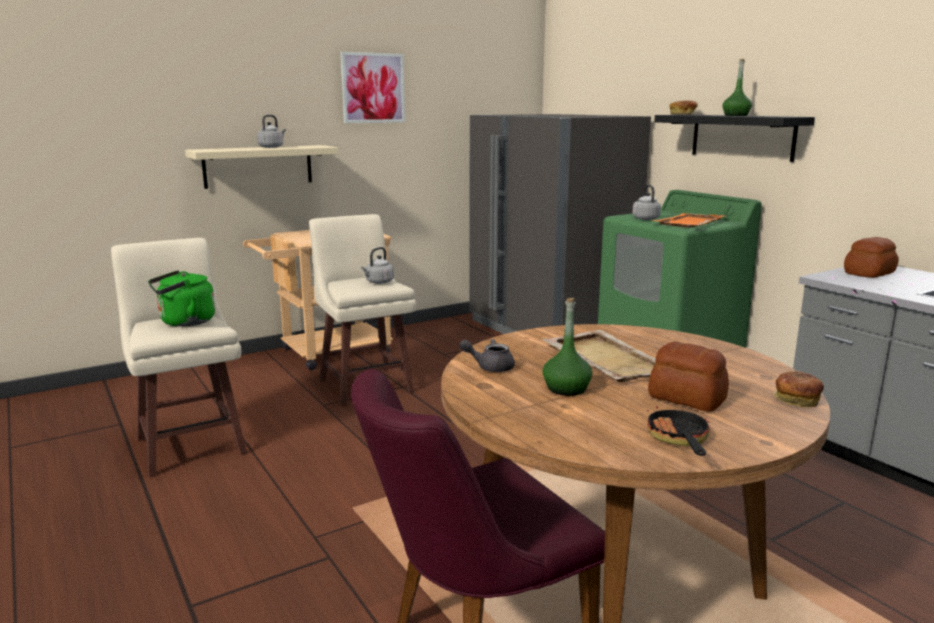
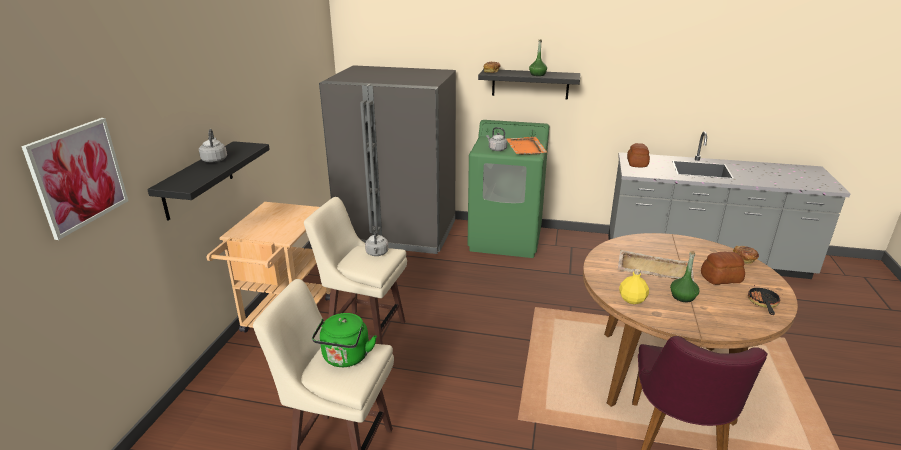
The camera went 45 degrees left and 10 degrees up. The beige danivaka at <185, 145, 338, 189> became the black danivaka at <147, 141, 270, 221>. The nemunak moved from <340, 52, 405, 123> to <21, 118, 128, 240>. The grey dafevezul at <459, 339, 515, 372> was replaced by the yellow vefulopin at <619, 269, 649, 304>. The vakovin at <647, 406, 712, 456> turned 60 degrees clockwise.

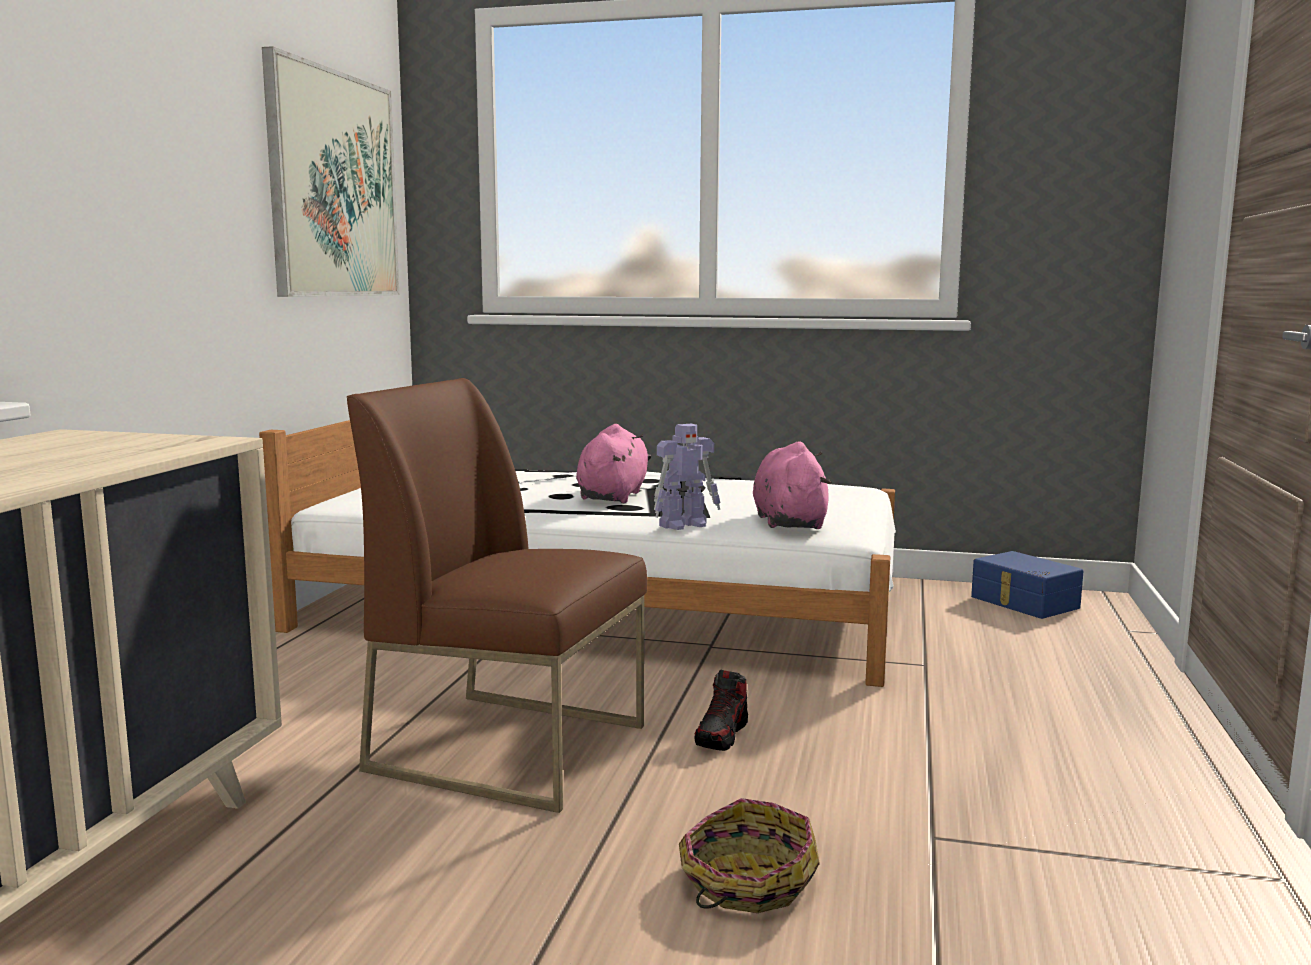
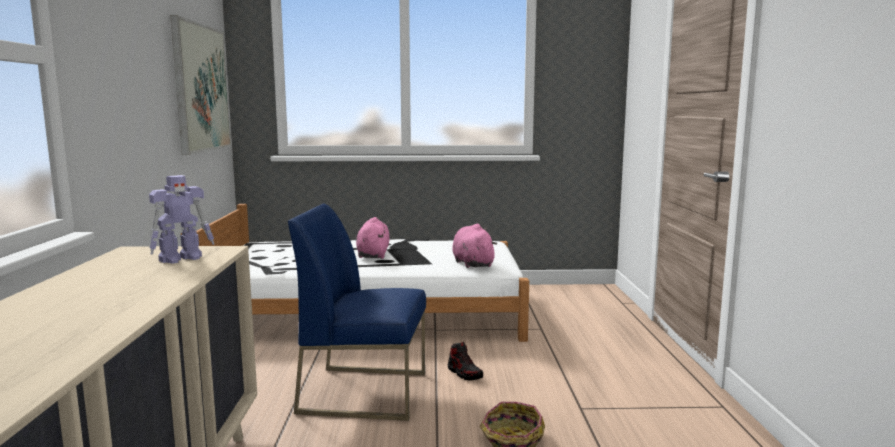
The camera went 15 degrees left and 0 degrees up. The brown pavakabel at <347, 378, 647, 813> became the blue pavakabel at <288, 203, 426, 421>. The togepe moved from <654, 424, 721, 530> to <149, 175, 214, 264>. The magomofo at <694, 670, 748, 751> turned 45 degrees counterclockwise. The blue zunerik at <971, 551, 1083, 619> disappeared.

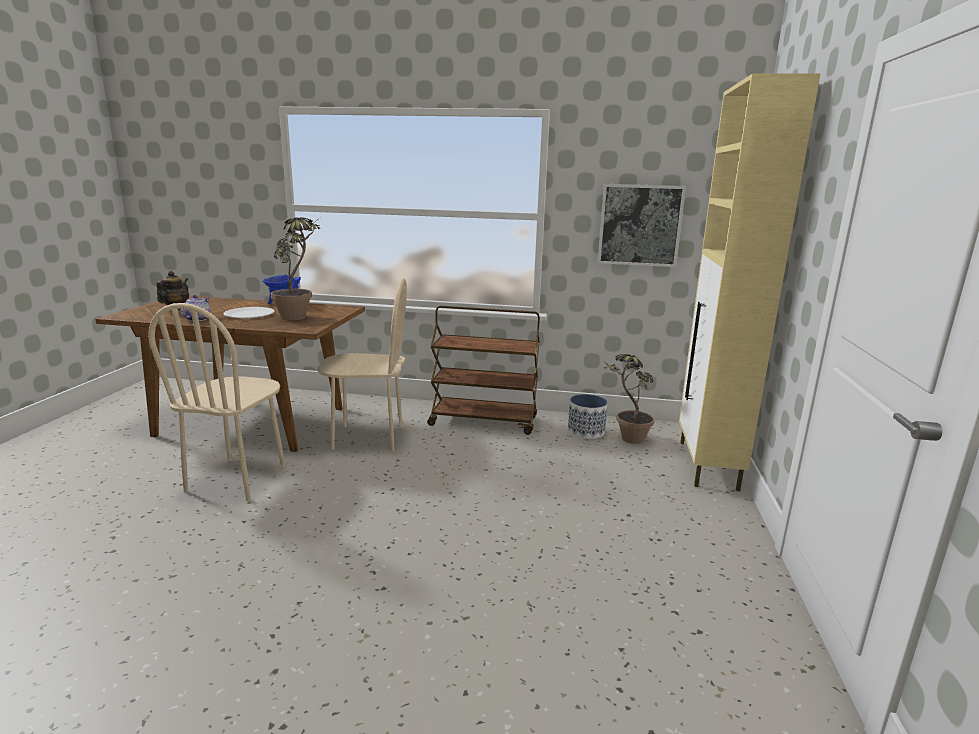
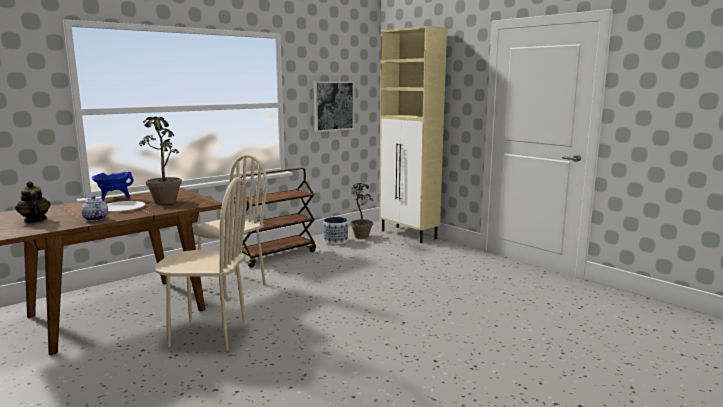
The camera went 50 degrees left and 5 degrees down. The beige pavakabel at <148, 303, 285, 501> turned 45 degrees counterclockwise.

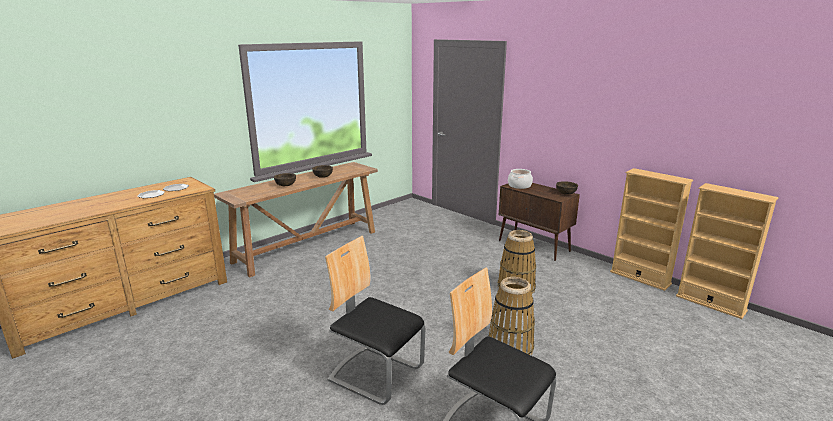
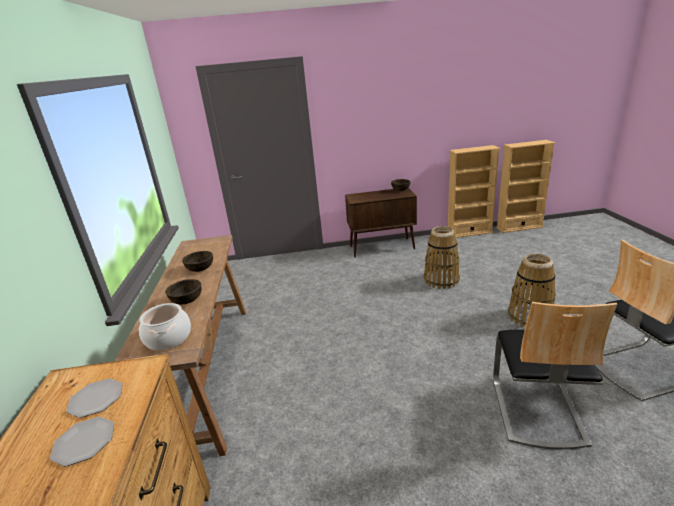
The camera went 50 degrees left and 5 degrees up. The pavakabel at <325, 236, 425, 405> turned 60 degrees counterclockwise. The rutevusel moved from <508, 169, 533, 189> to <139, 303, 191, 351>.

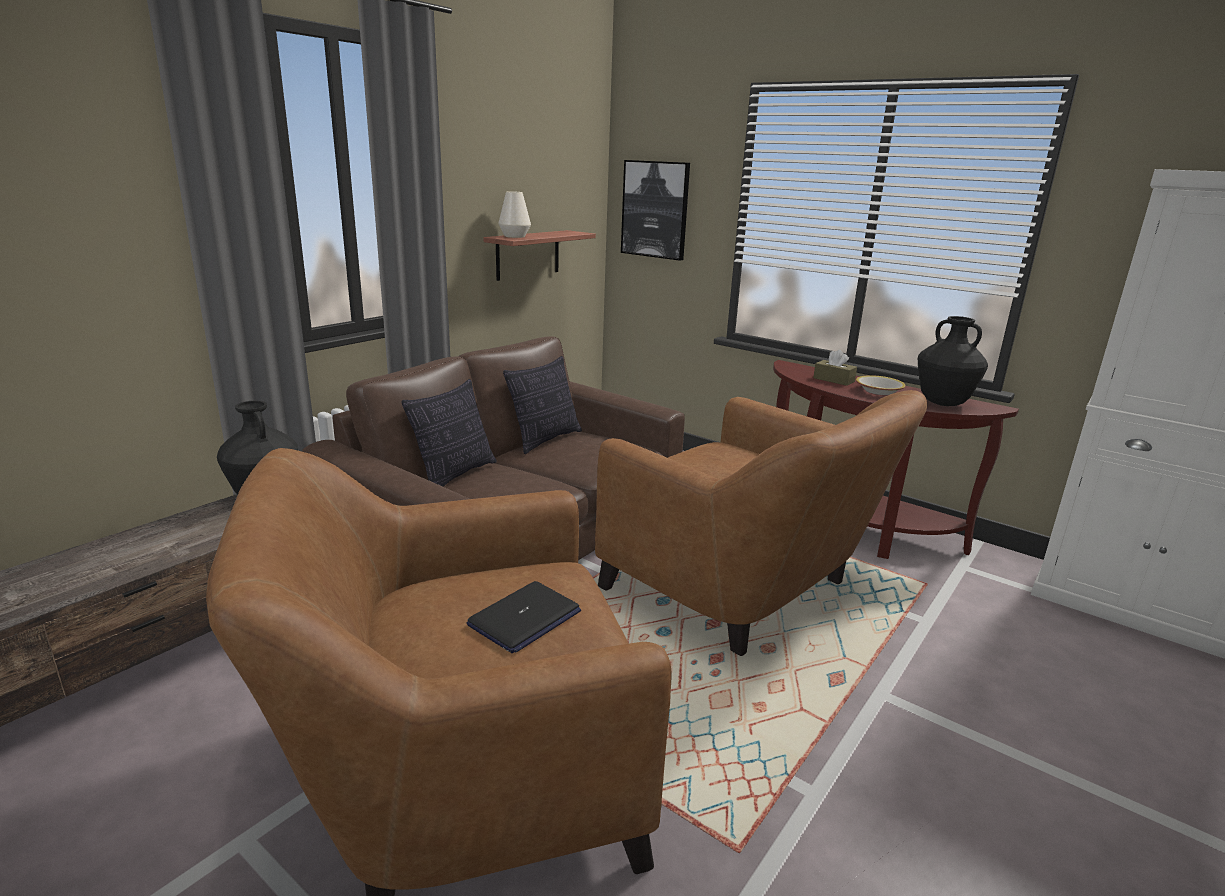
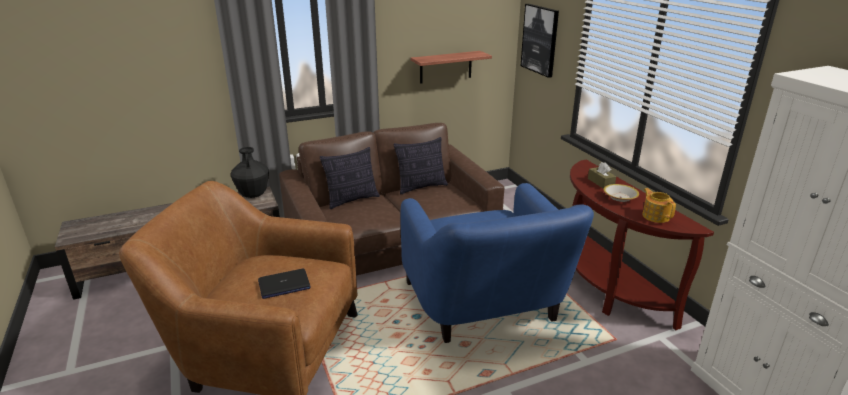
The camera went 30 degrees right and 5 degrees up. The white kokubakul at <498, 191, 531, 238> disappeared. The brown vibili at <595, 390, 927, 656> became the blue vibili at <400, 183, 594, 343>. The black kokubakul at <918, 316, 988, 406> was replaced by the dafevezul at <642, 188, 676, 223>.

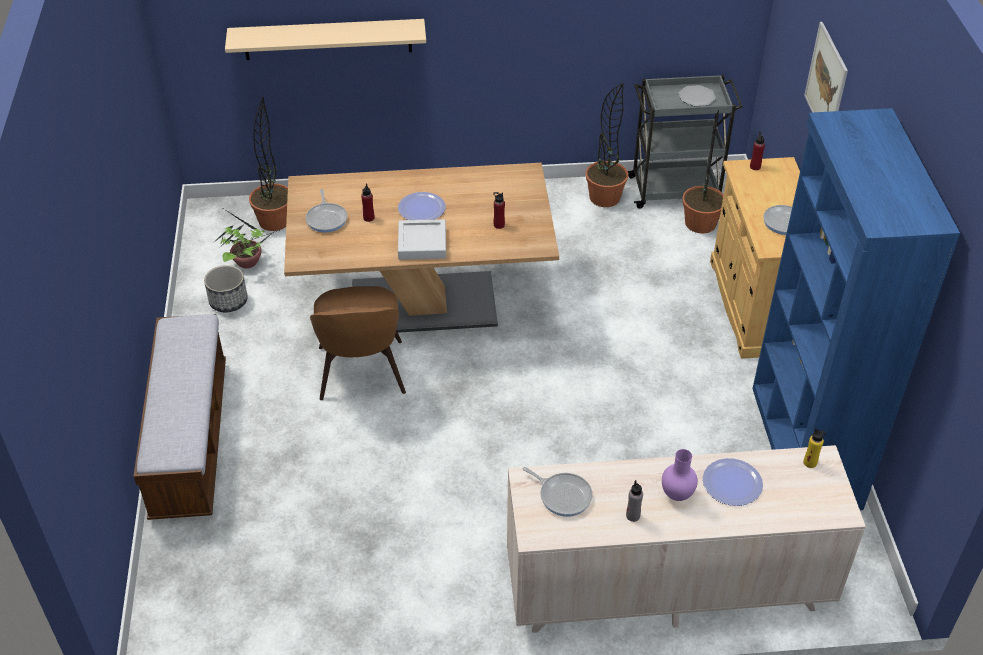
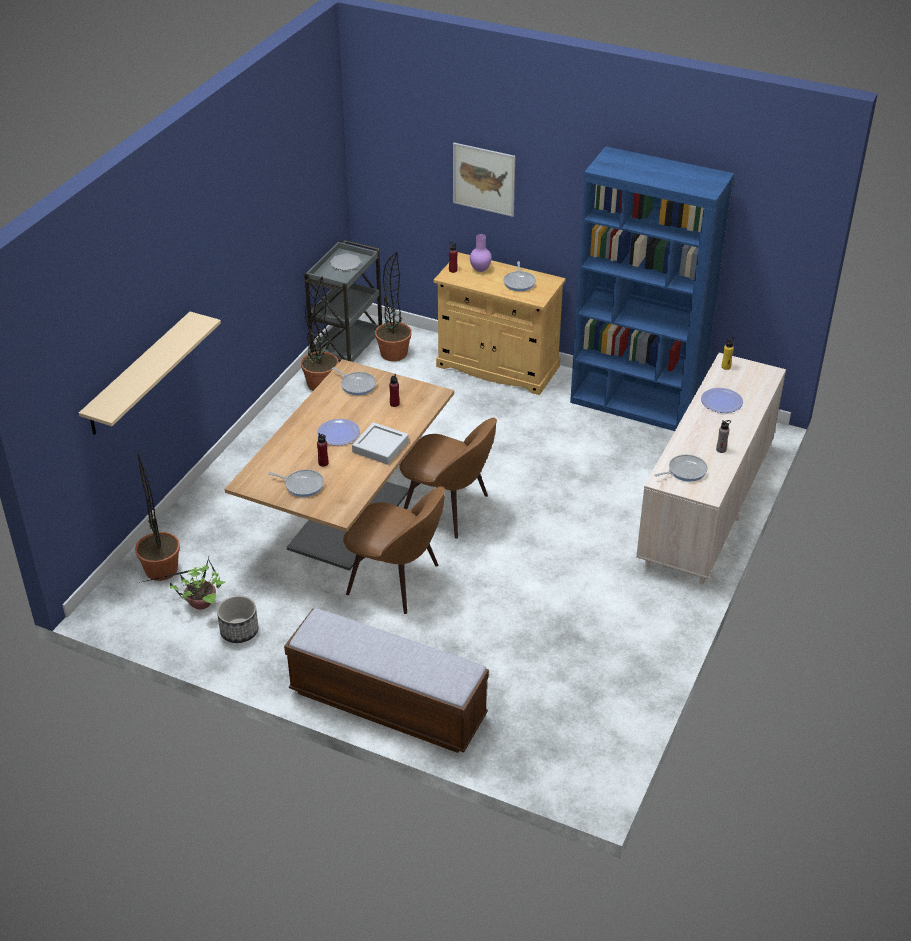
The camera went 60 degrees left and 5 degrees down. The purple kokubakul moved from <662, 449, 698, 501> to <470, 234, 492, 272>. The vakovin at <332, 367, 376, 395> appeared. The brown pavakabel at <399, 418, 497, 539> appeared.

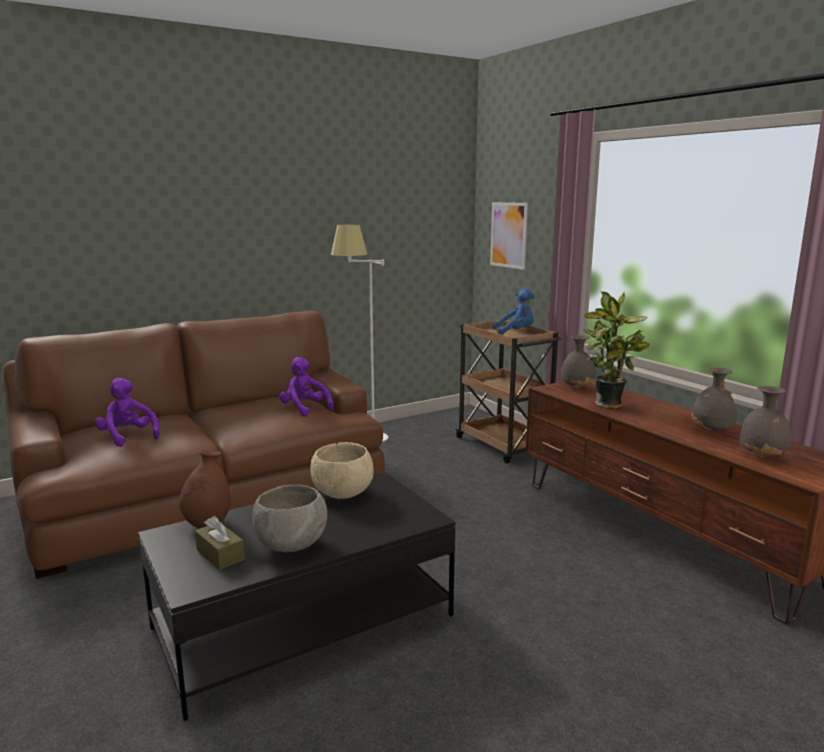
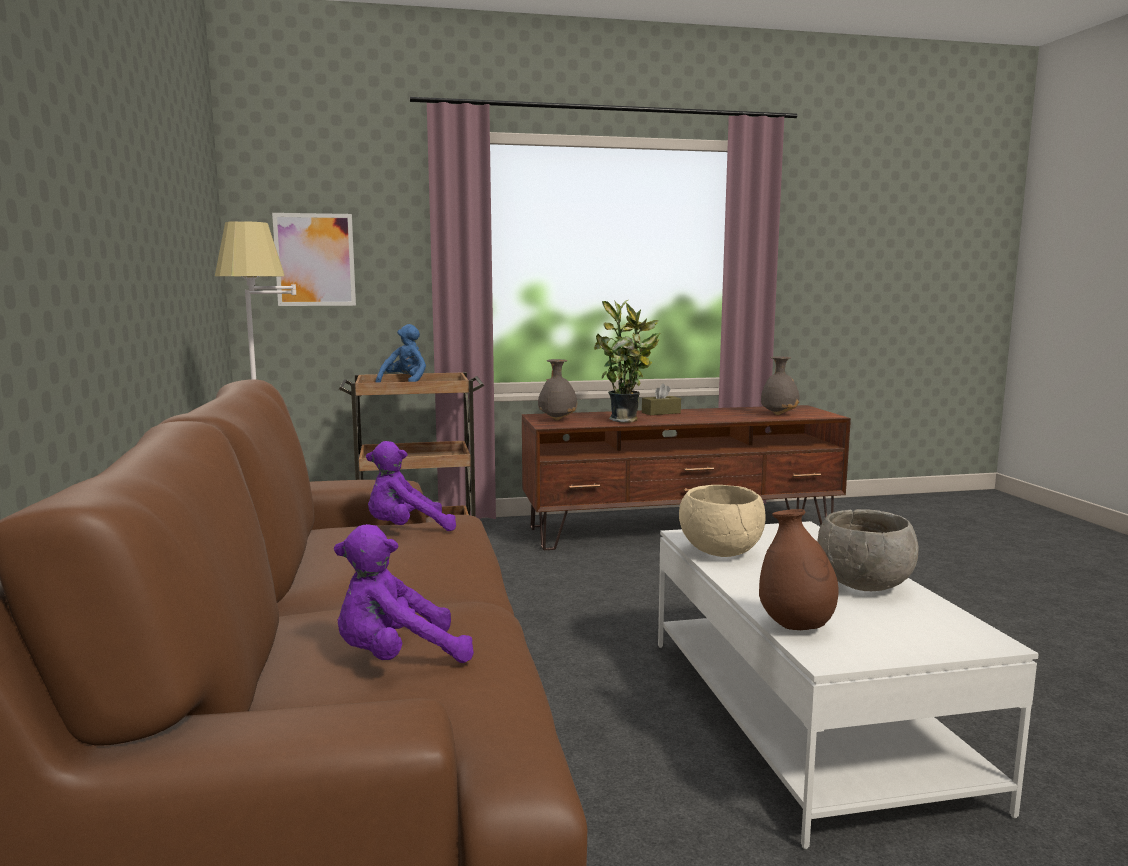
The camera went 70 degrees left and 5 degrees down. The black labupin at <138, 472, 456, 721> became the white labupin at <658, 521, 1039, 849>. The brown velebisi moved from <195, 516, 245, 570> to <642, 383, 681, 415>. The grey kokubakul at <691, 367, 737, 432> disappeared.

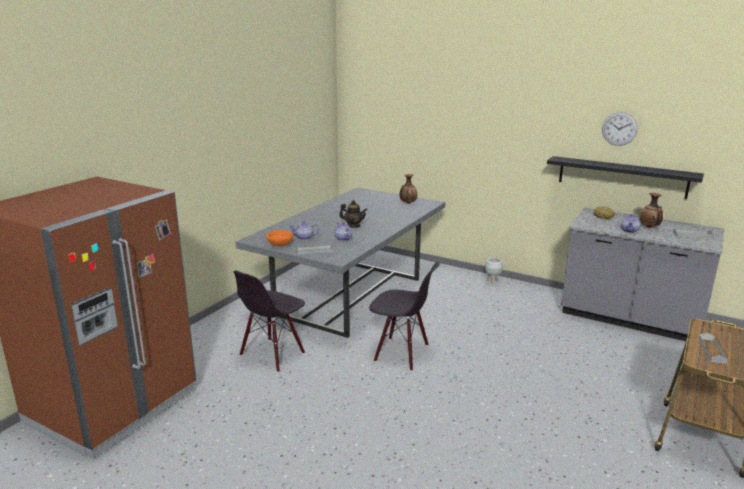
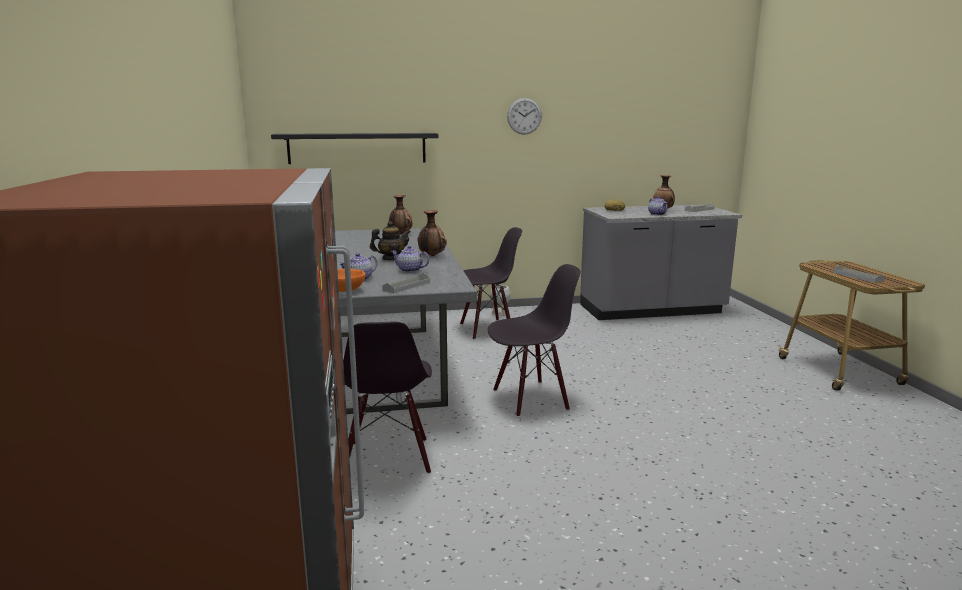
The camera went 40 degrees left and 5 degrees down. The black danivaka moved from <547, 156, 704, 199> to <271, 133, 438, 164>. The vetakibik moved from <602, 112, 638, 146> to <507, 98, 542, 135>. The kokubakul at <417, 210, 447, 256> appeared. The black pavakabel at <460, 227, 522, 340> appeared.

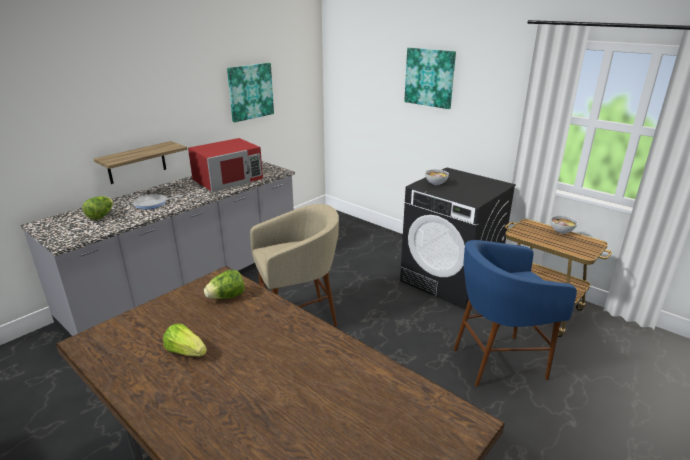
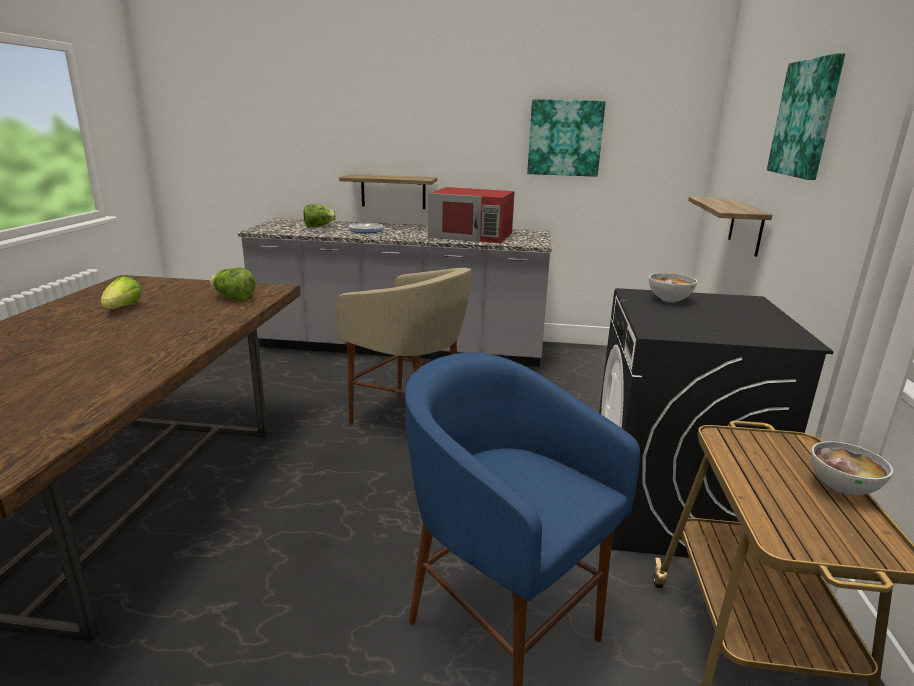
The camera went 55 degrees right and 5 degrees down. The danivaka at <688, 197, 772, 257> appeared.

